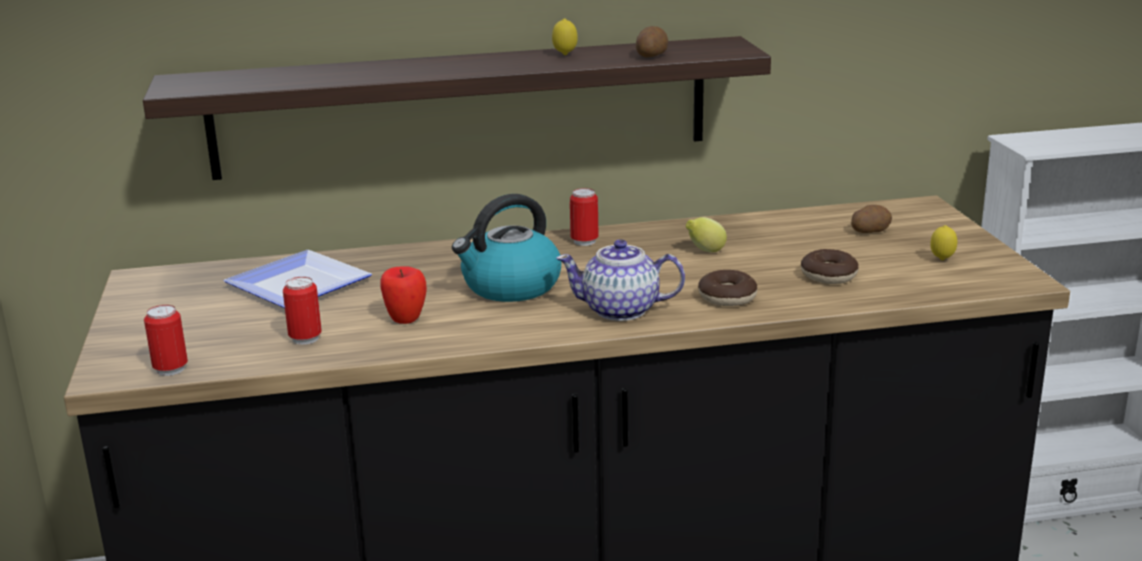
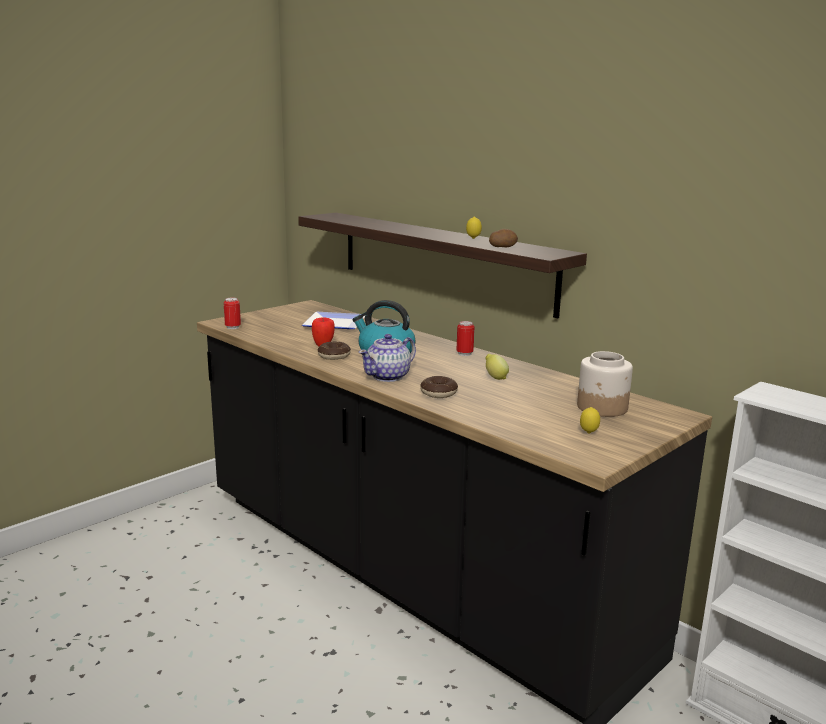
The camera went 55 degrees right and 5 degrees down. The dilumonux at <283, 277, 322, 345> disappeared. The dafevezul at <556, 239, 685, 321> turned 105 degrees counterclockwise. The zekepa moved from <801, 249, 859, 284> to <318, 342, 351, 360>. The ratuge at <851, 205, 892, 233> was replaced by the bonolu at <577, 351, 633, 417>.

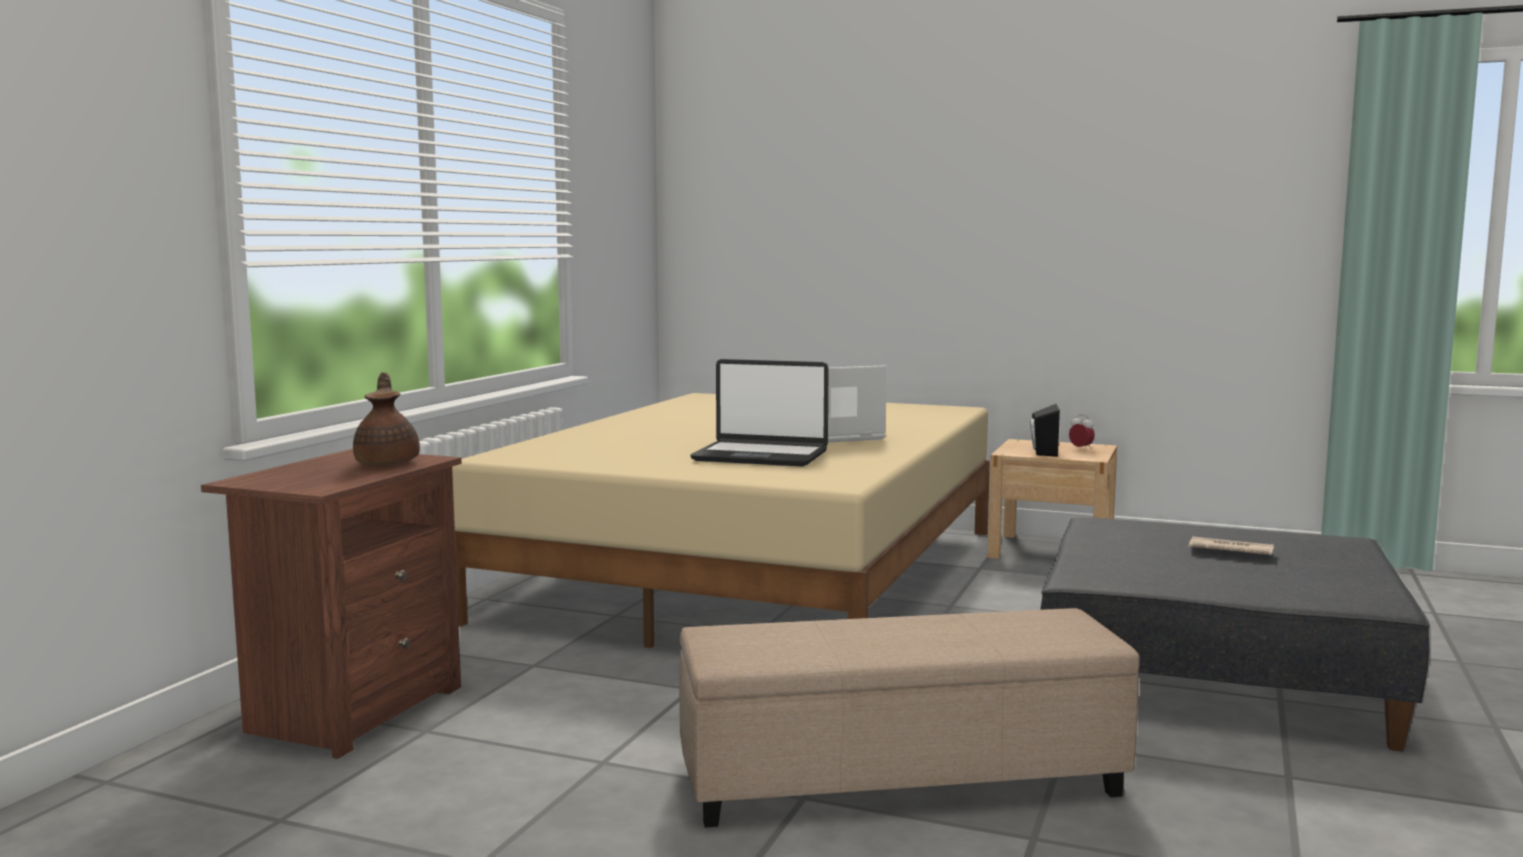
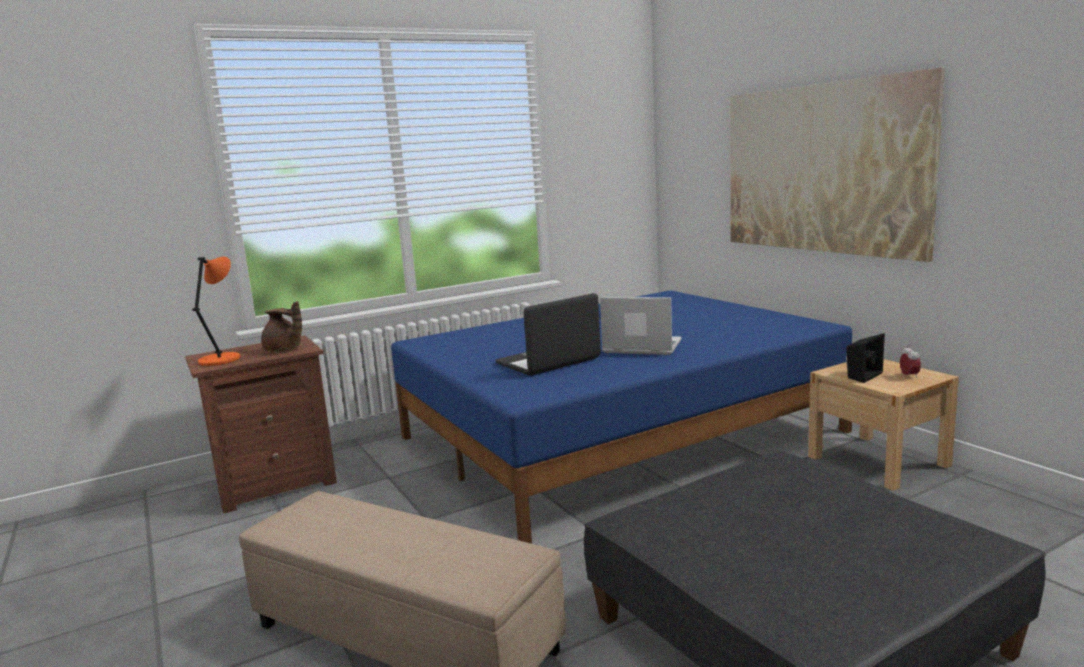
The camera went 40 degrees right and 5 degrees up. The brown dafevezul at <353, 372, 420, 465> turned 90 degrees clockwise. The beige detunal at <452, 393, 990, 648> became the blue detunal at <391, 290, 852, 544>. The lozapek at <690, 359, 829, 467> turned 90 degrees clockwise. The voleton at <1189, 537, 1274, 555> disappeared. The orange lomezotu at <192, 256, 240, 366> appeared. The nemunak at <730, 67, 945, 262> appeared.

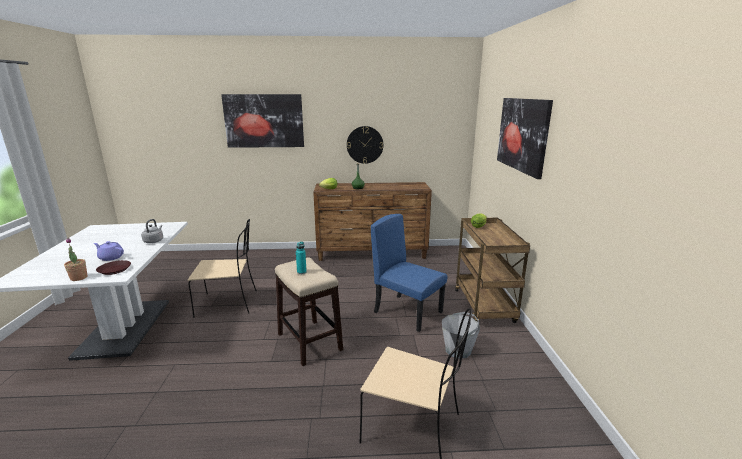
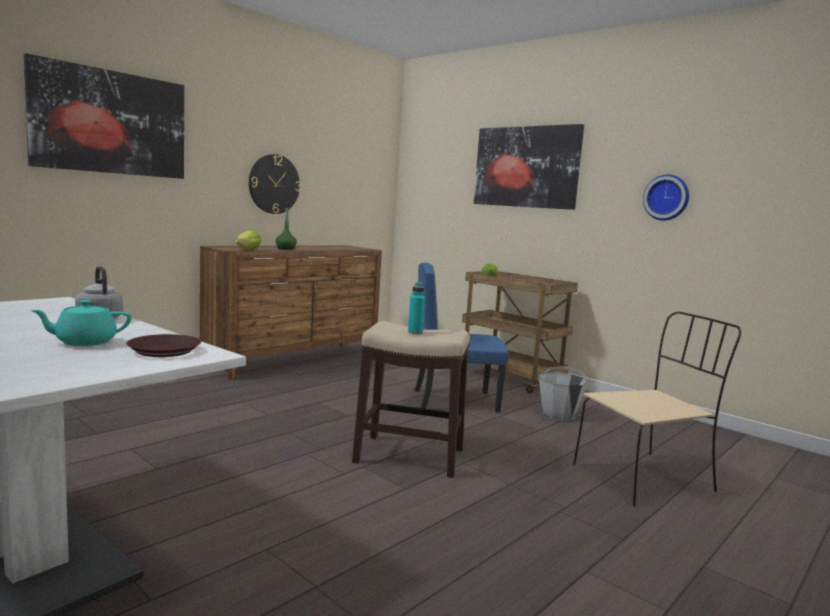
The camera went 45 degrees left and 10 degrees down. The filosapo at <64, 238, 87, 281> disappeared. The purple dafevezul at <94, 241, 124, 261> became the turquoise dafevezul at <30, 300, 132, 346>. The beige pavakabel at <188, 219, 257, 318> disappeared. The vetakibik at <643, 174, 689, 221> appeared.

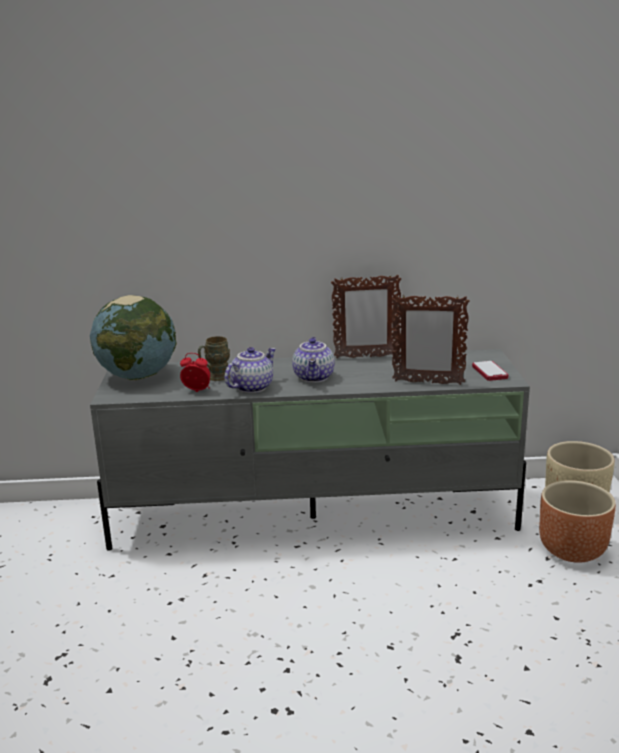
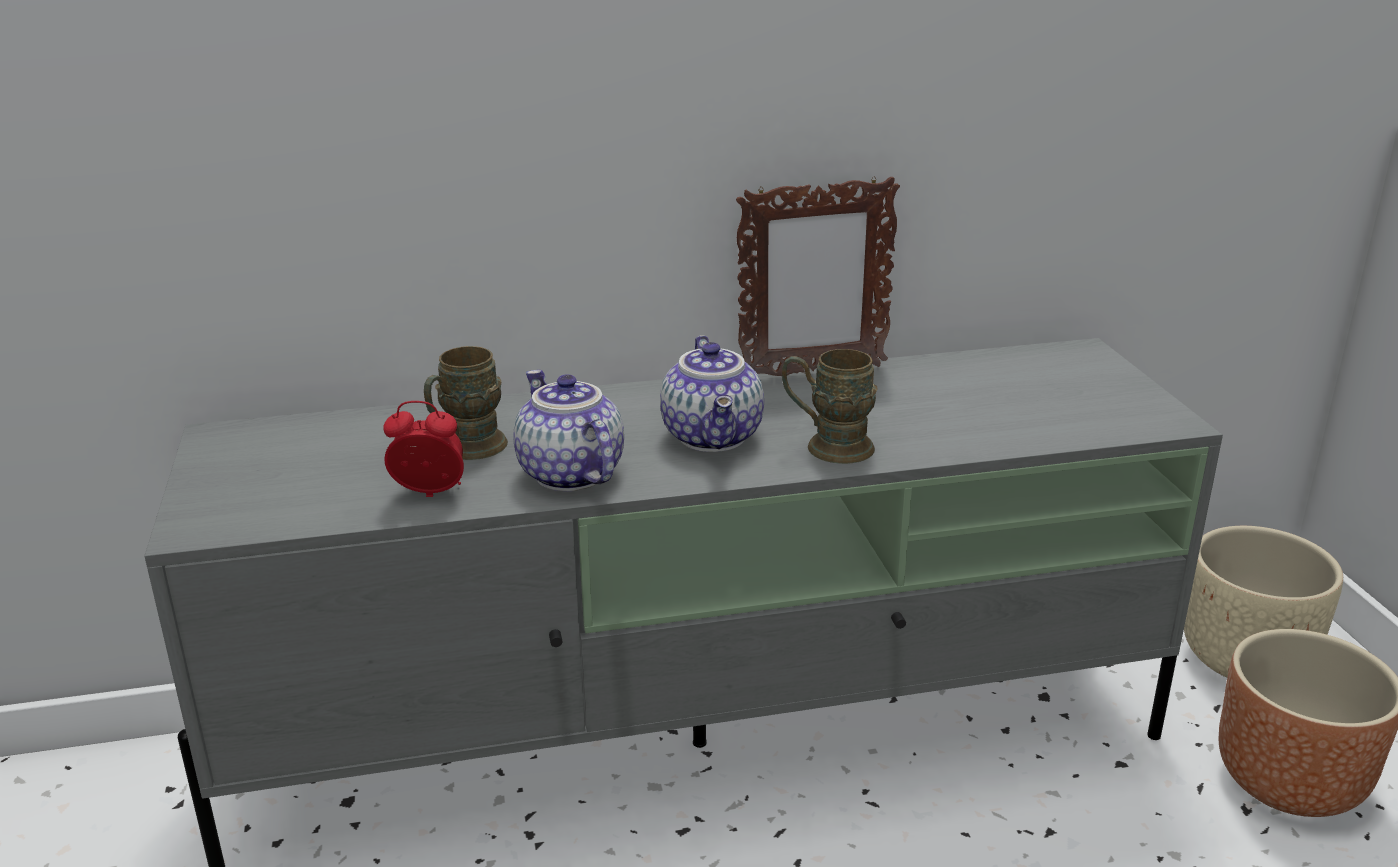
The camera went 10 degrees left and 5 degrees up. The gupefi at <90, 295, 177, 380> disappeared. The dafevezul at <224, 347, 276, 393> turned 60 degrees counterclockwise. The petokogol at <391, 295, 470, 385> disappeared. The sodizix at <472, 361, 509, 381> disappeared. The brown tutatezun at <782, 349, 877, 464> appeared.

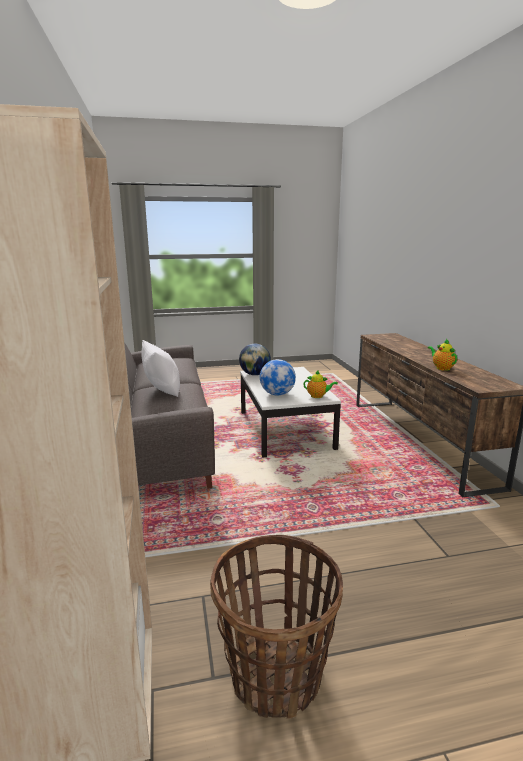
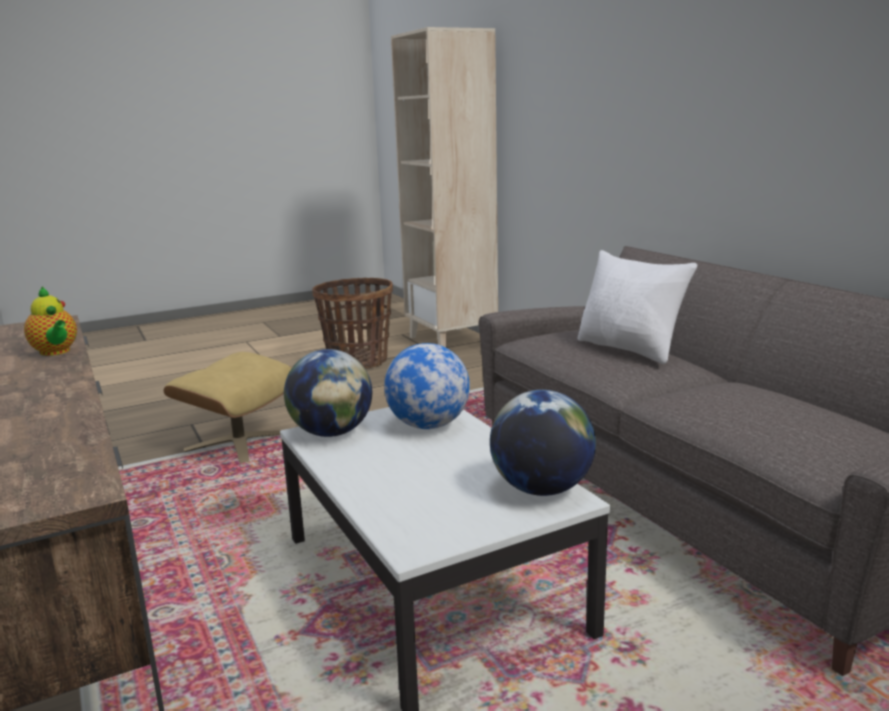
The camera went 165 degrees right and 0 degrees up. The dafevezul at <303, 370, 338, 398> was replaced by the gupefi at <284, 349, 372, 437>. The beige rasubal at <164, 352, 292, 463> appeared.

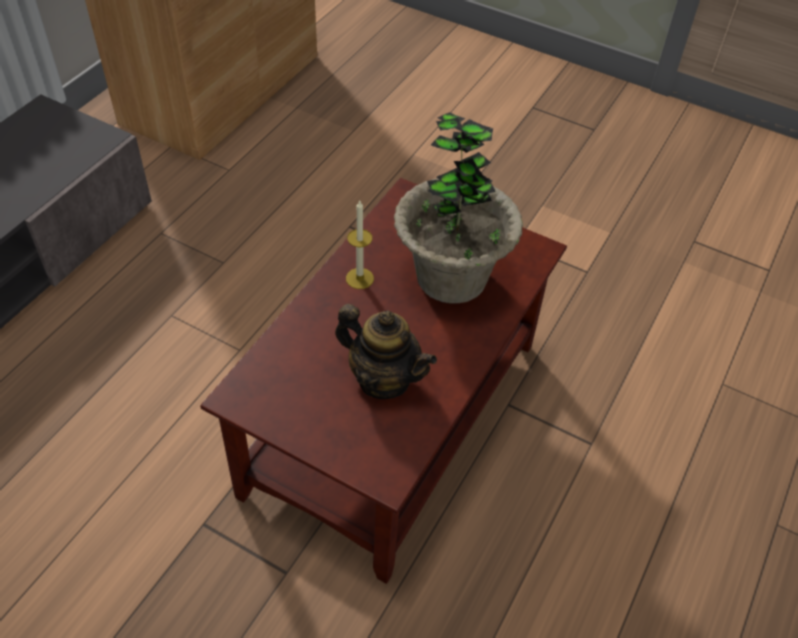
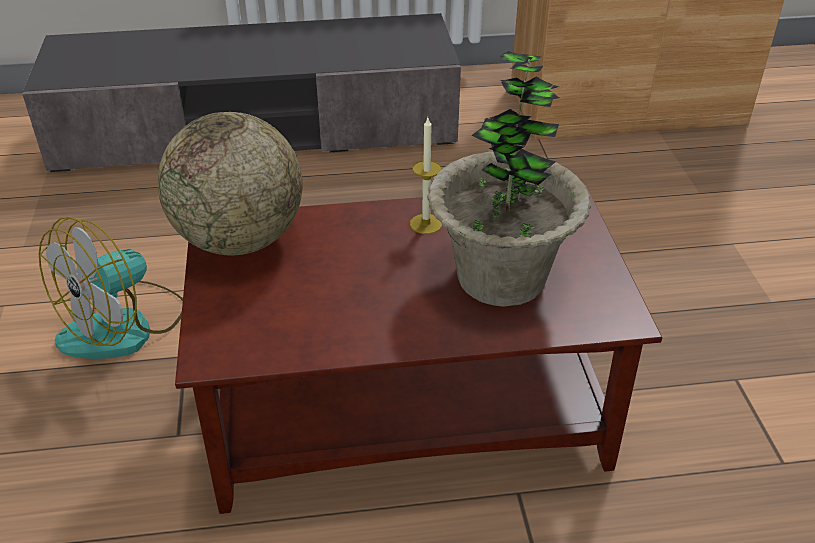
The camera went 55 degrees right and 10 degrees down. The dafevezul at <335, 304, 437, 399> disappeared. The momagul at <39, 217, 183, 359> appeared. The gupefi at <158, 112, 303, 256> appeared.

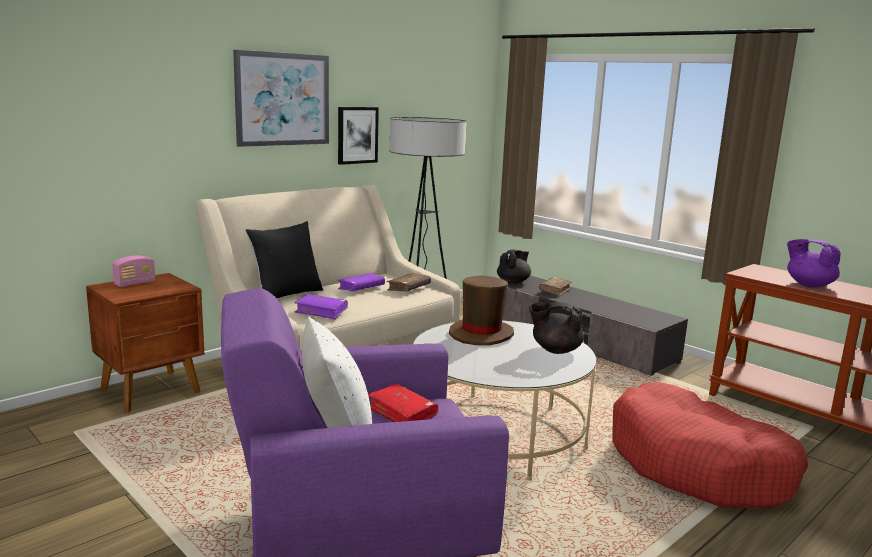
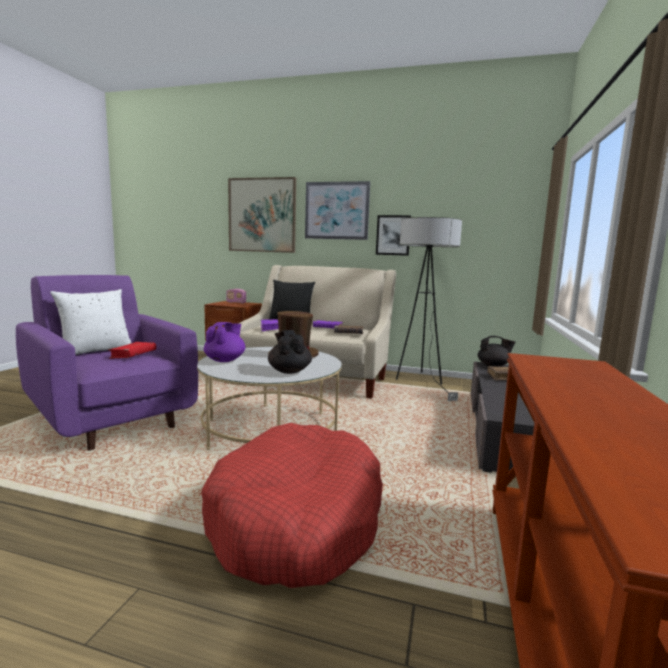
The camera went 60 degrees right and 5 degrees down. The purple dafevezul moved from <787, 239, 841, 287> to <204, 322, 245, 362>. The nemunak at <228, 177, 296, 253> appeared.

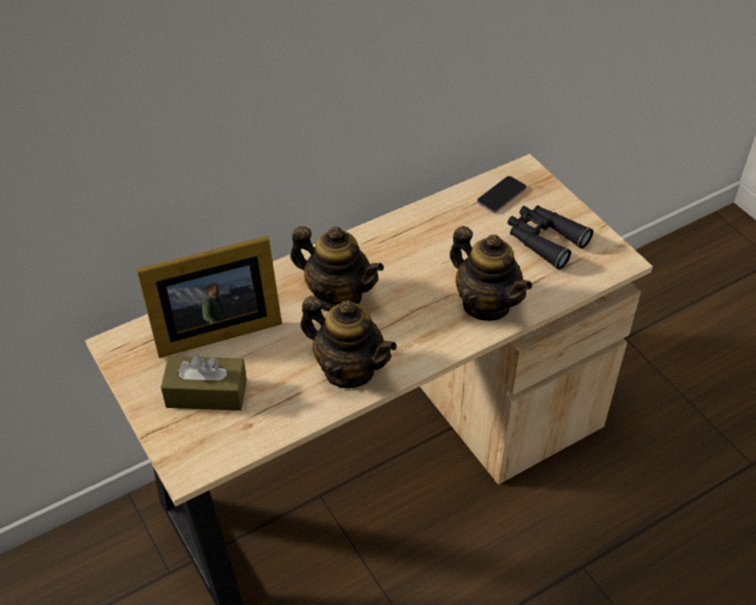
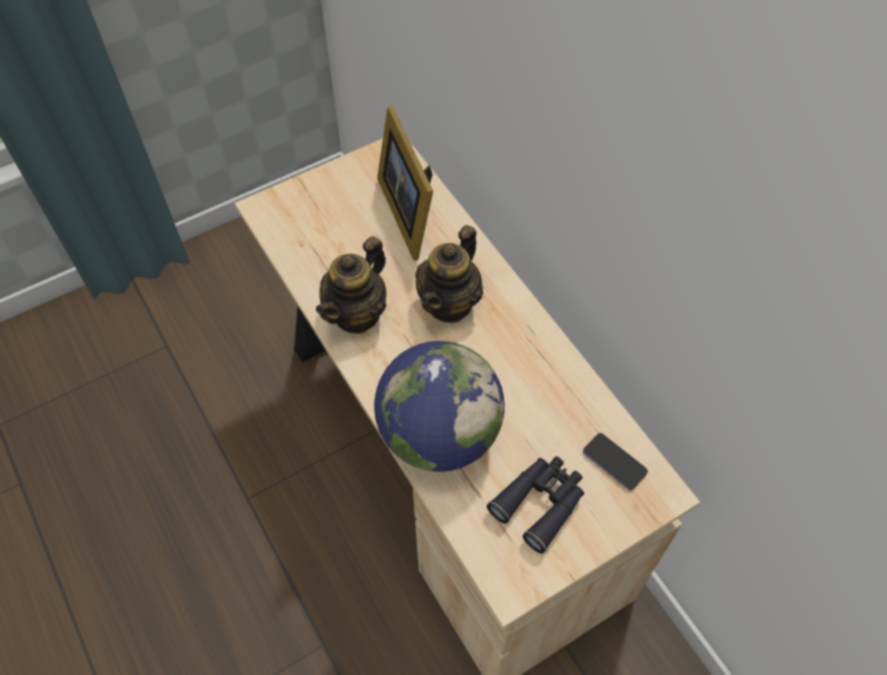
The camera went 90 degrees right and 10 degrees up. The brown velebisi at <161, 354, 247, 411> disappeared. The dafevezul at <450, 226, 532, 321> was replaced by the gupefi at <374, 341, 505, 472>.

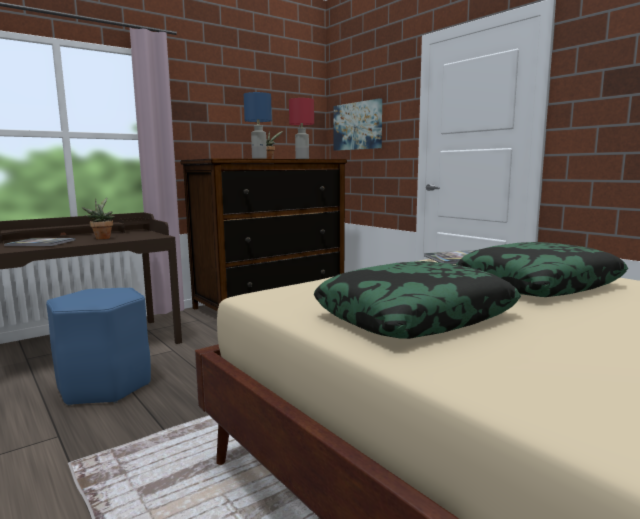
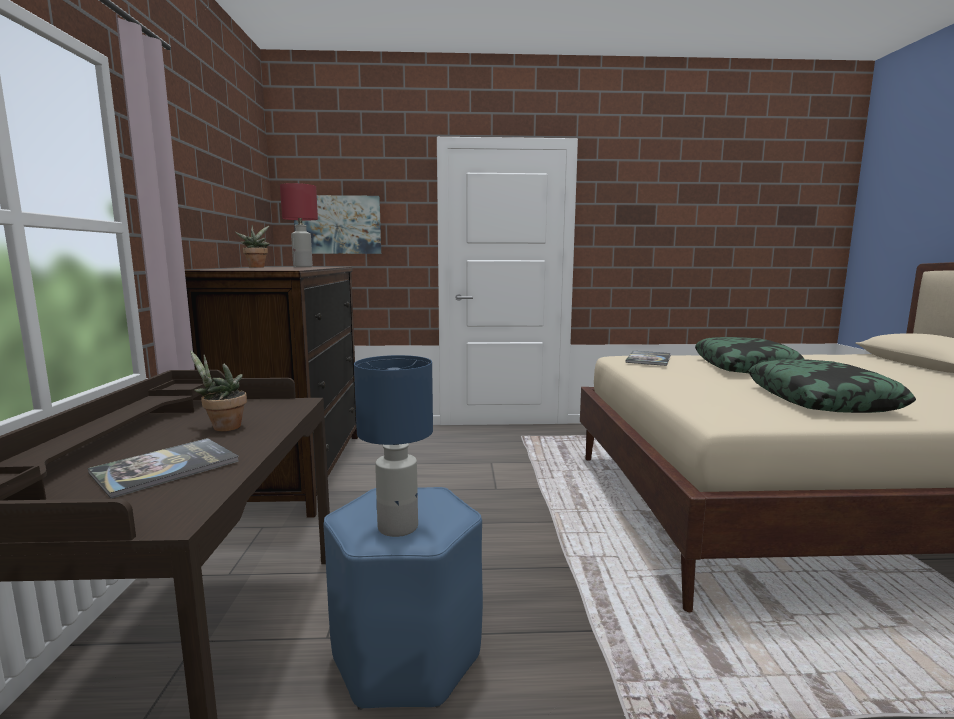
The camera went 55 degrees left and 0 degrees up. The blue lomezotu moved from <244, 92, 272, 159> to <354, 355, 433, 537>.

